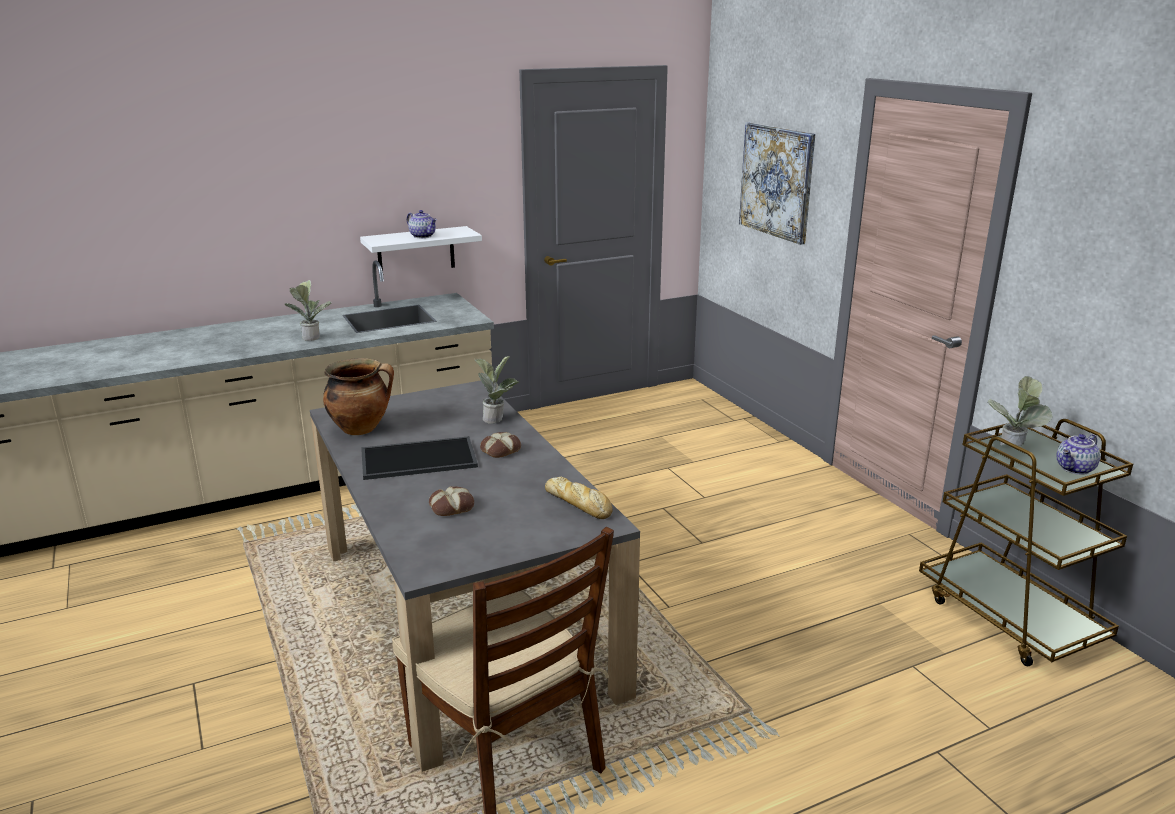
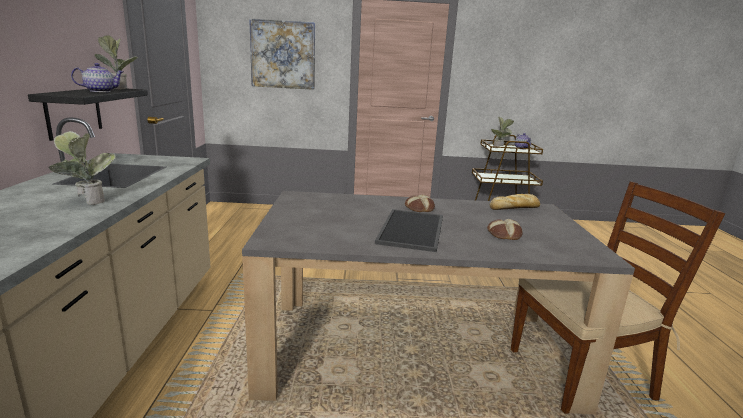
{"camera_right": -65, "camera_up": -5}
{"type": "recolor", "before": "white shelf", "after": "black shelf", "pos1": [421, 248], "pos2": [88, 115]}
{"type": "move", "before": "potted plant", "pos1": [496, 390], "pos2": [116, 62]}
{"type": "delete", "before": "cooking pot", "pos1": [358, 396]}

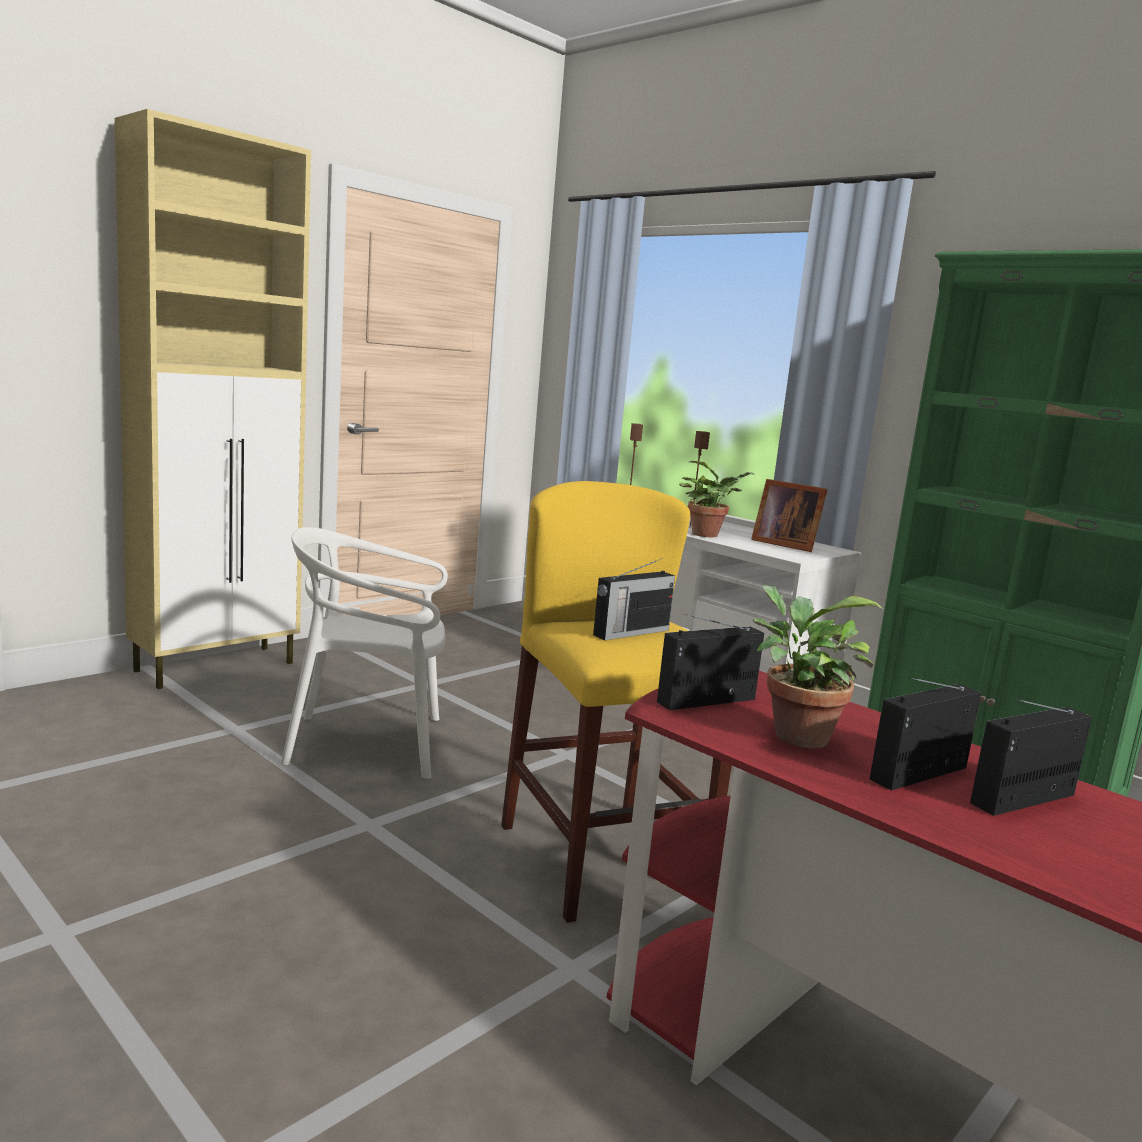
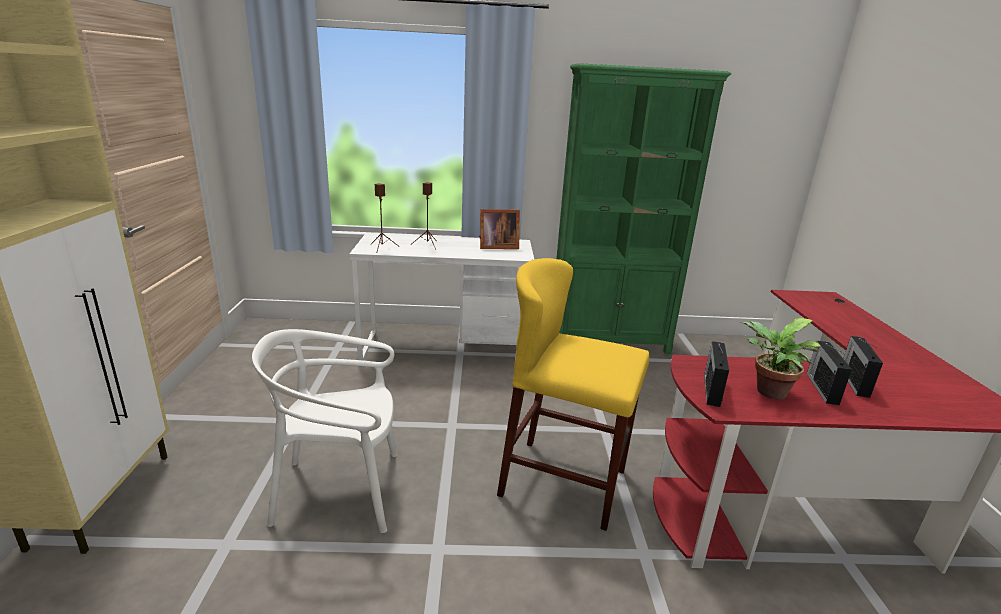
{"camera_right": -45, "camera_up": 10}
{"type": "rotate", "before": "white chair", "pos1": [364, 653], "pos2": [324, 431], "turn": 45}
{"type": "delete", "before": "radio", "pos1": [634, 599]}
{"type": "delete", "before": "potted plant", "pos1": [717, 499]}

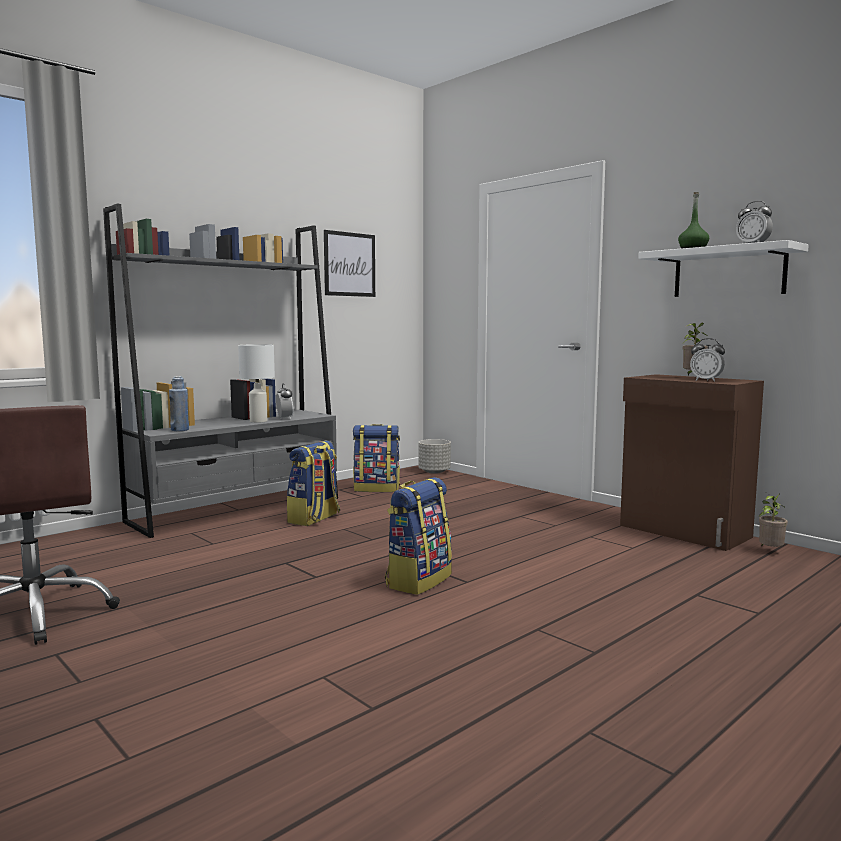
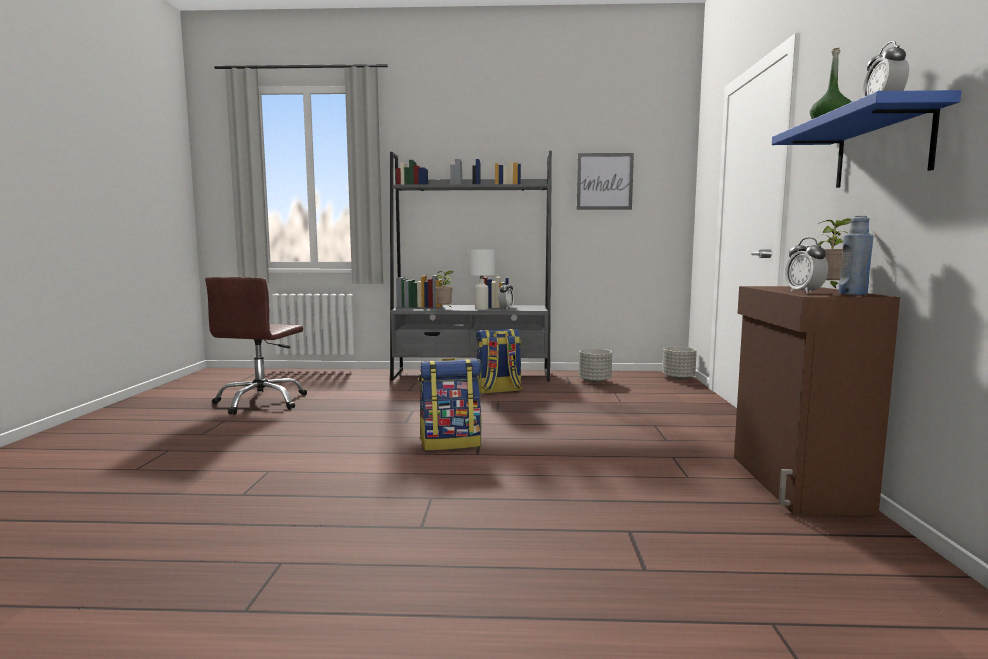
{"camera_right": 45, "camera_up": 0}
{"type": "move", "before": "potted plant", "pos1": [773, 520], "pos2": [445, 289]}
{"type": "replace", "before": "backpack", "after": "grey planter", "pos1": [376, 458], "pos2": [595, 366]}
{"type": "recolor", "before": "white shelf", "after": "blue shelf", "pos1": [723, 268], "pos2": [866, 139]}
{"type": "move", "before": "blue bottle", "pos1": [179, 403], "pos2": [856, 255]}

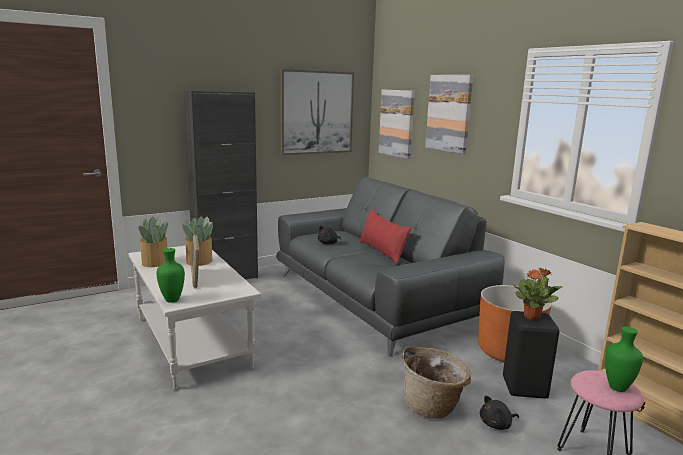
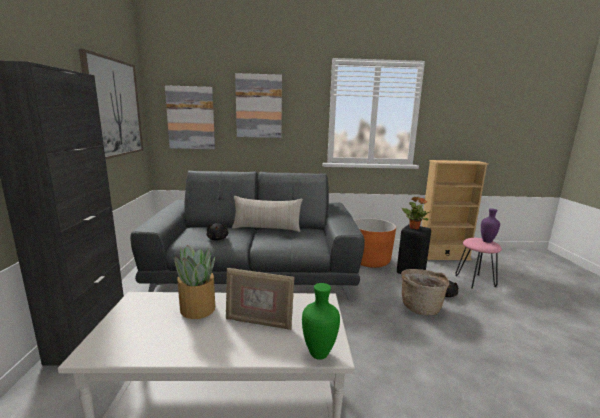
{"camera_right": -60, "camera_up": 0}
{"type": "recolor", "before": "red pillow", "after": "beige pillow", "pos1": [385, 236], "pos2": [267, 214]}
{"type": "recolor", "before": "green vase", "after": "purple vase", "pos1": [624, 359], "pos2": [490, 226]}
{"type": "delete", "before": "potted plant", "pos1": [153, 242]}

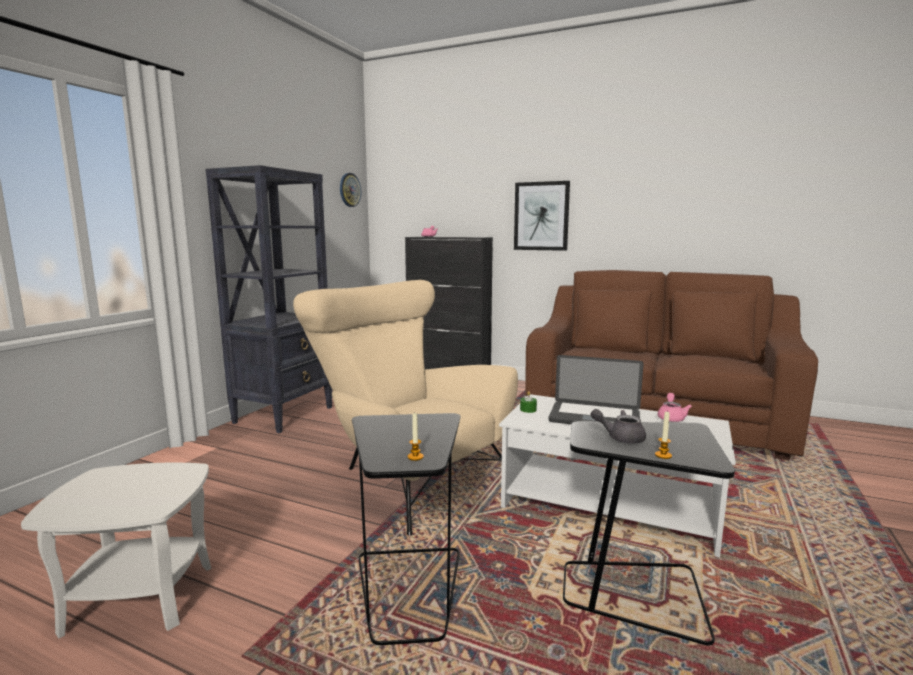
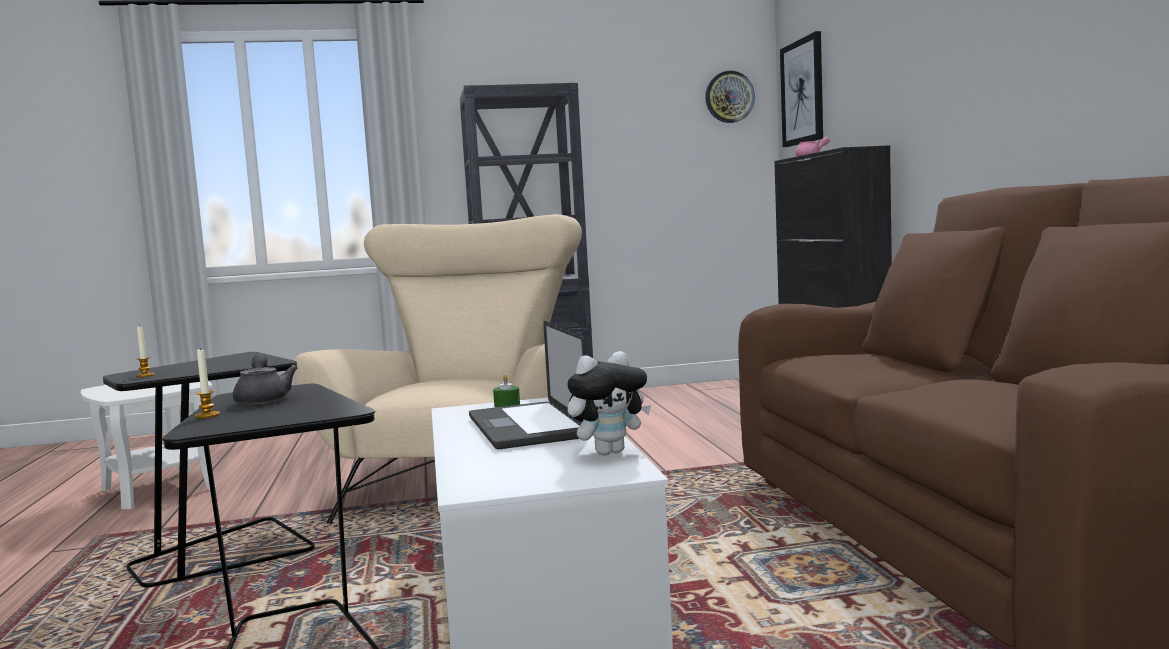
{"camera_right": 55, "camera_up": -5}
{"type": "replace", "before": "pink teapot", "after": "plush toy", "pos1": [675, 407], "pos2": [609, 403]}
{"type": "move", "before": "picture", "pos1": [542, 216], "pos2": [801, 89]}

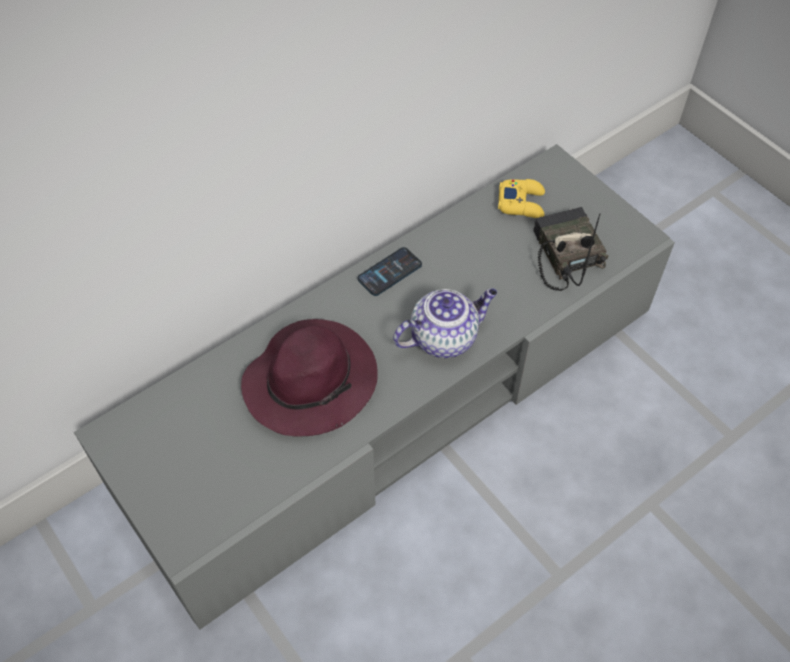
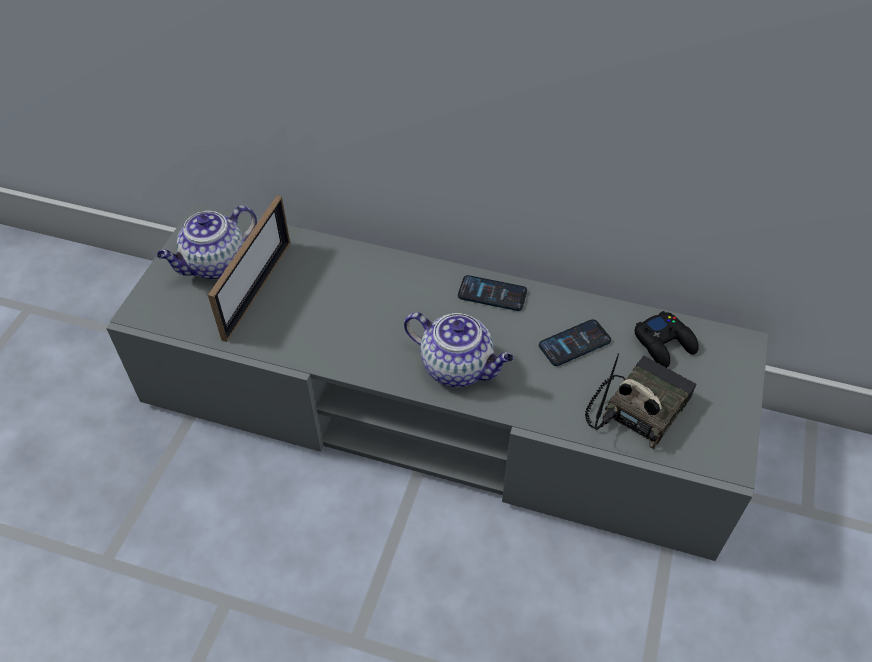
{"camera_right": 55, "camera_up": -5}
{"type": "insert", "after": "teapot", "pos2": [207, 242]}
{"type": "insert", "after": "picture frame", "pos2": [249, 268]}
{"type": "insert", "after": "phone", "pos2": [575, 342]}
{"type": "recolor", "before": "yellow game controller", "after": "black game controller", "pos1": [521, 198], "pos2": [667, 339]}
{"type": "delete", "before": "purple hat", "pos1": [309, 378]}

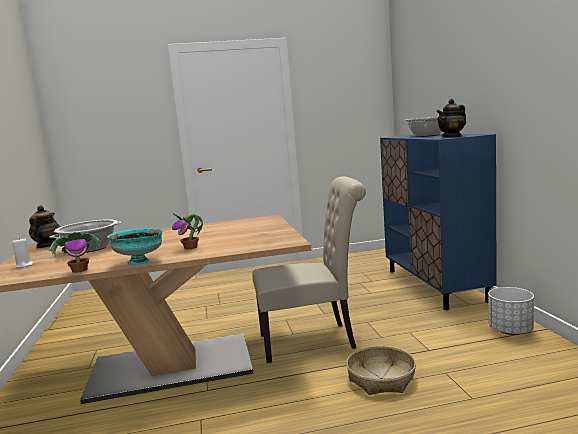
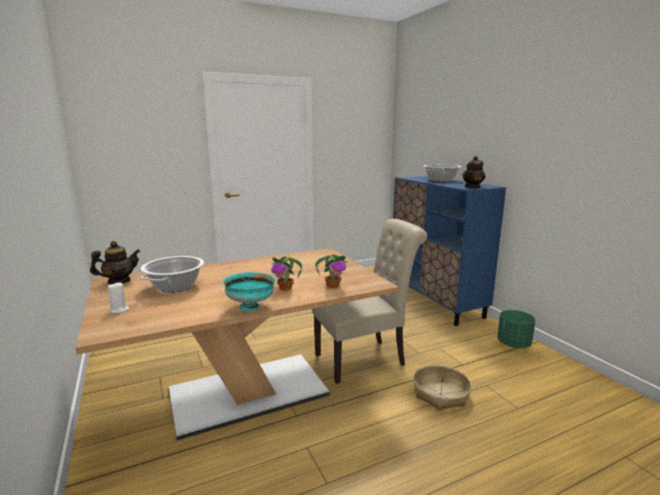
{"camera_right": -15, "camera_up": 5}
{"type": "rotate", "before": "teapot", "pos1": [44, 226], "pos2": [115, 262], "turn": 75}
{"type": "move", "before": "potted plant", "pos1": [75, 252], "pos2": [331, 271]}
{"type": "recolor", "before": "white planter", "after": "green planter", "pos1": [511, 311], "pos2": [516, 329]}

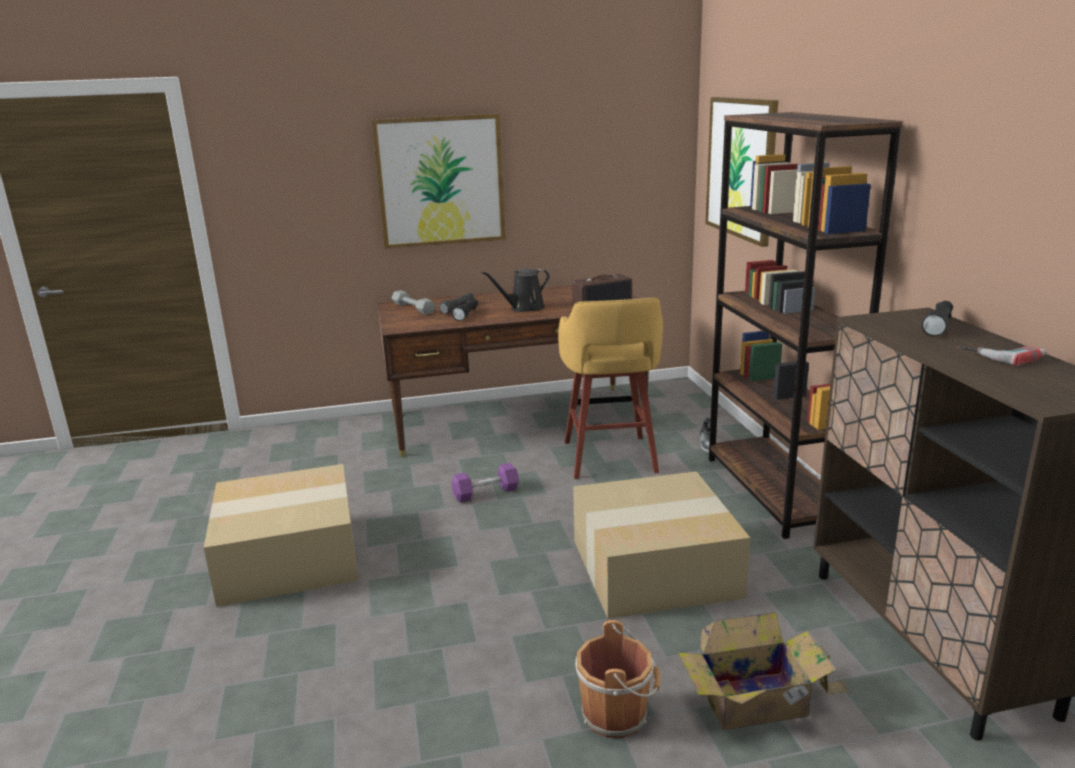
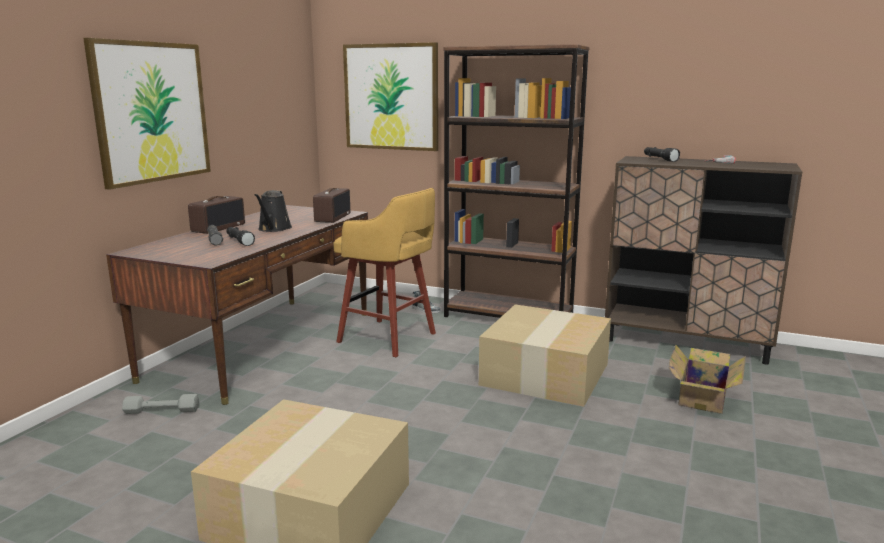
{"camera_right": -55, "camera_up": -5}
{"type": "move", "before": "grey dumbbell", "pos1": [413, 302], "pos2": [160, 404]}
{"type": "insert", "after": "radio", "pos2": [216, 215]}
{"type": "delete", "before": "purple dumbbell", "pos1": [485, 483]}
{"type": "delete", "before": "brown bucket", "pos1": [617, 679]}

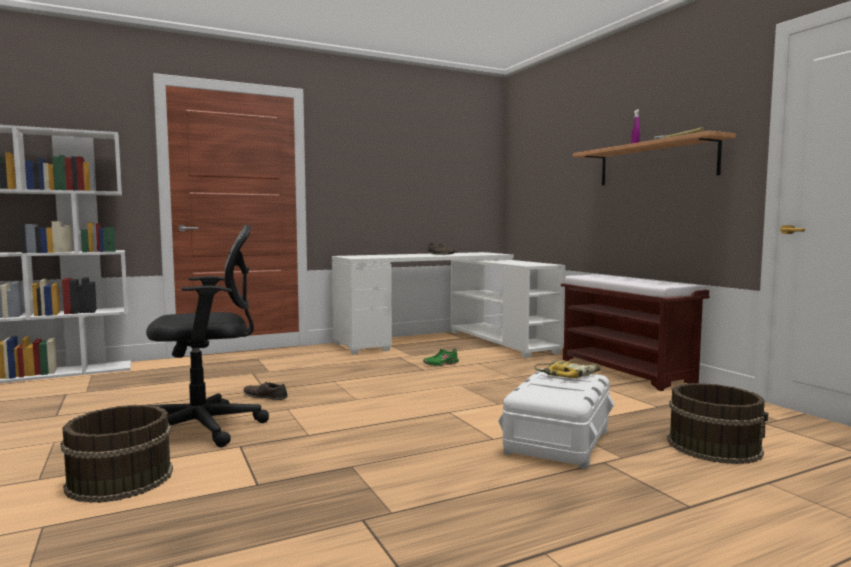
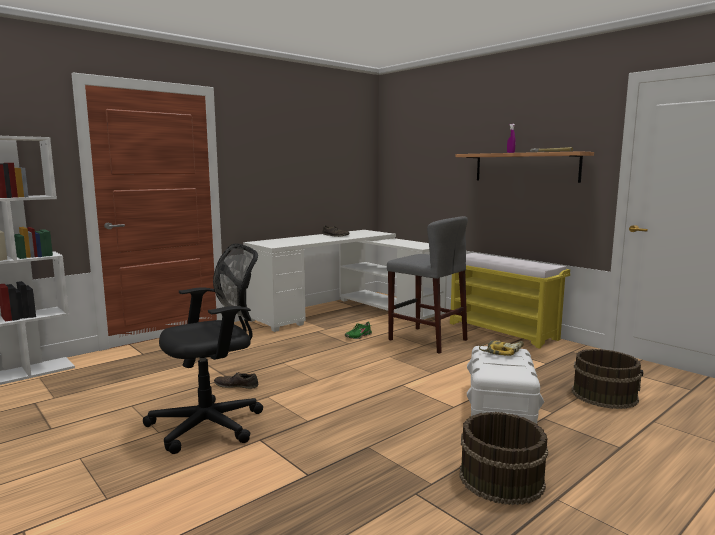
{"camera_right": -15, "camera_up": 5}
{"type": "insert", "after": "grey stool", "pos2": [427, 285]}
{"type": "recolor", "before": "brown bench", "after": "yellow bench", "pos1": [635, 332], "pos2": [510, 301]}
{"type": "move", "before": "brown bucket", "pos1": [117, 454], "pos2": [503, 458]}

